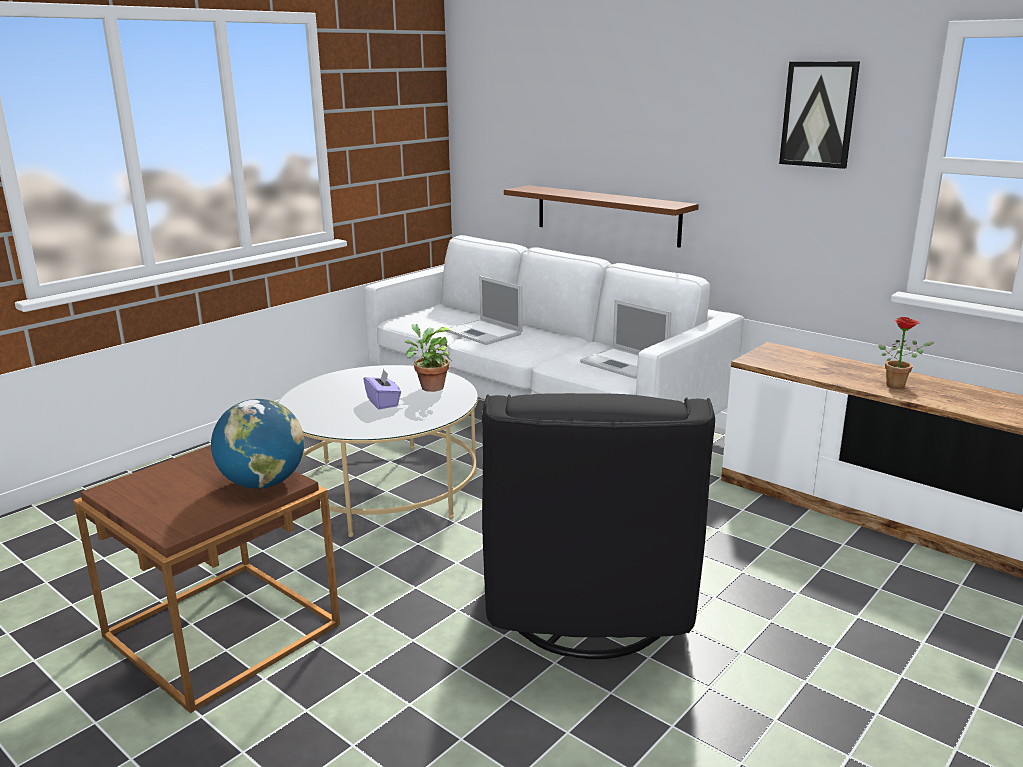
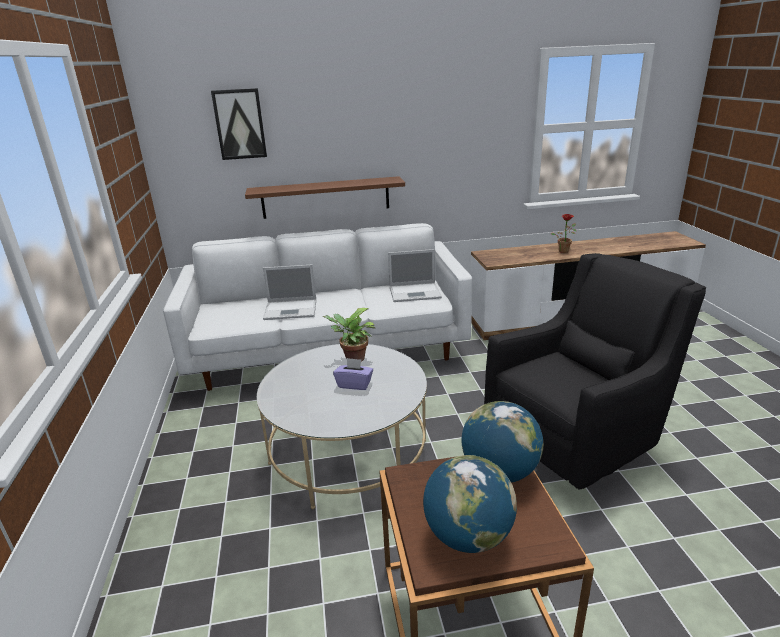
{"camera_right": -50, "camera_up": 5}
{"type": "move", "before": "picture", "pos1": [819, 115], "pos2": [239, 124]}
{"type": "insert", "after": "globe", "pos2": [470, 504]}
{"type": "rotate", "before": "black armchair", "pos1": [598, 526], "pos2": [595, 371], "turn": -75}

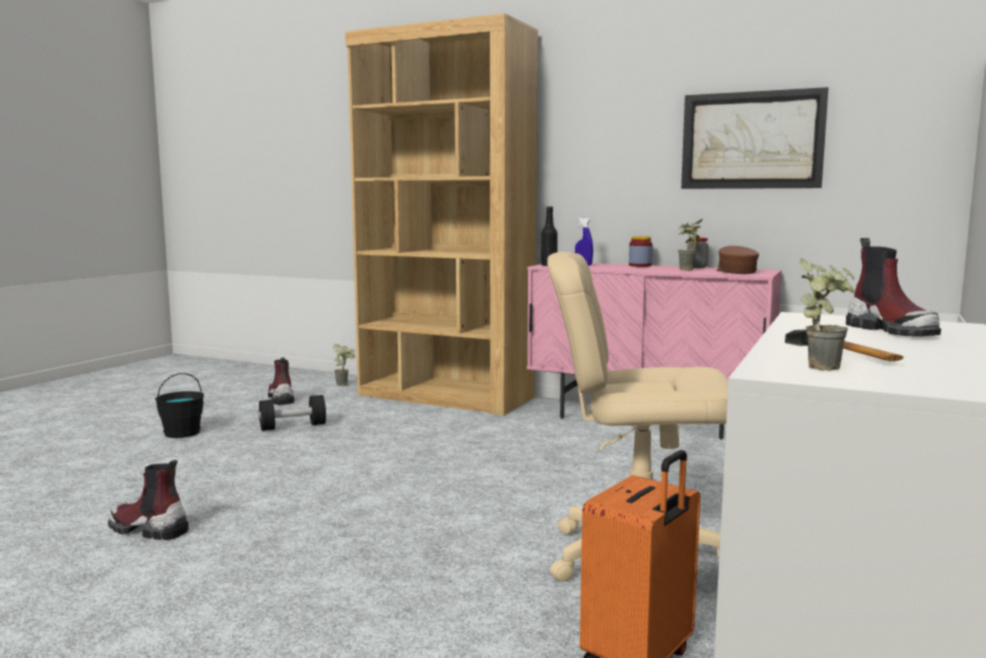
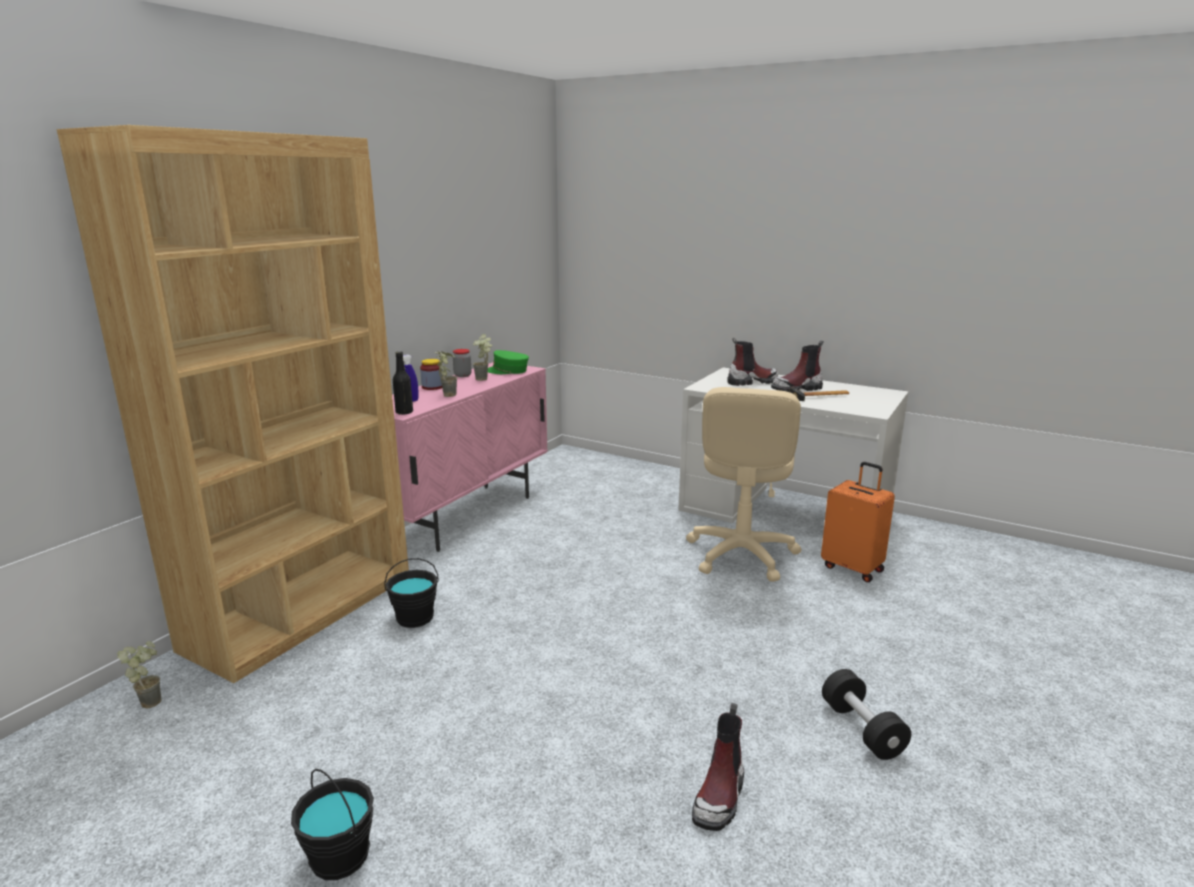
{"camera_right": -85, "camera_up": 10}
{"type": "insert", "after": "black bucket", "pos2": [411, 593]}
{"type": "move", "before": "potted plant", "pos1": [827, 314], "pos2": [445, 374]}
{"type": "recolor", "before": "brown cap", "after": "green cap", "pos1": [737, 260], "pos2": [508, 362]}
{"type": "move", "before": "boot", "pos1": [281, 381], "pos2": [797, 366]}
{"type": "move", "before": "black dumbbell", "pos1": [292, 413], "pos2": [866, 714]}
{"type": "delete", "before": "picture", "pos1": [755, 138]}

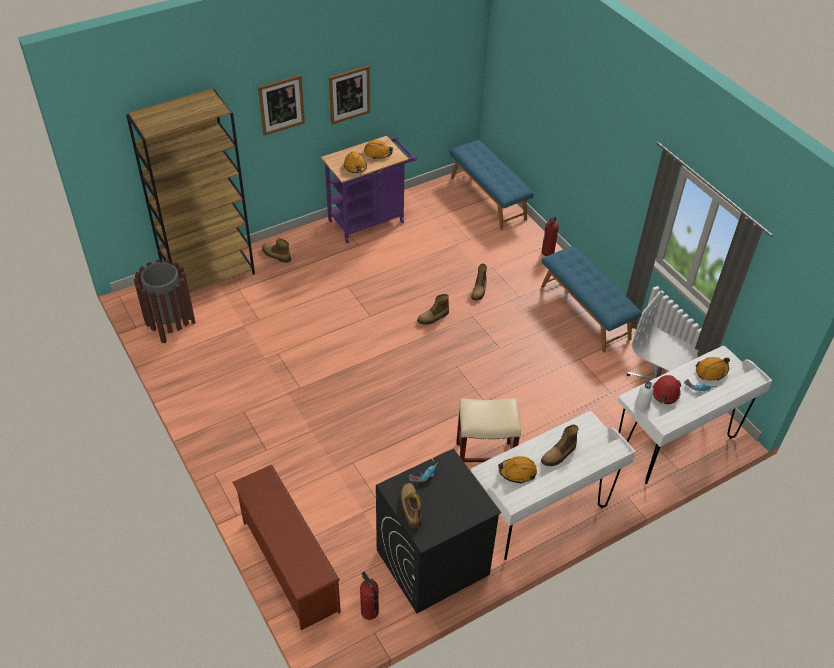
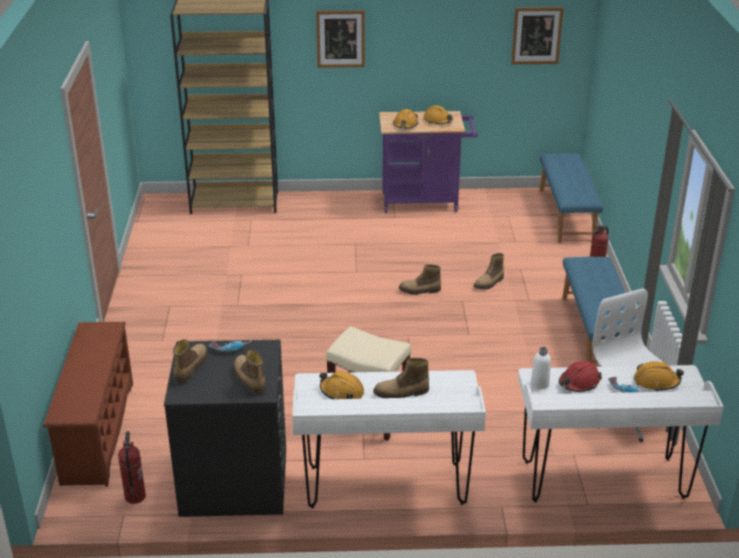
{"camera_right": 30, "camera_up": -15}
{"type": "move", "before": "boot", "pos1": [276, 250], "pos2": [250, 372]}
{"type": "move", "before": "picture", "pos1": [349, 95], "pos2": [537, 35]}
{"type": "delete", "before": "brown trash can", "pos1": [164, 301]}

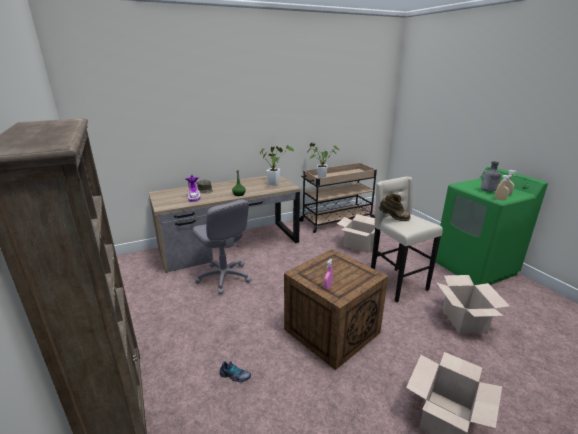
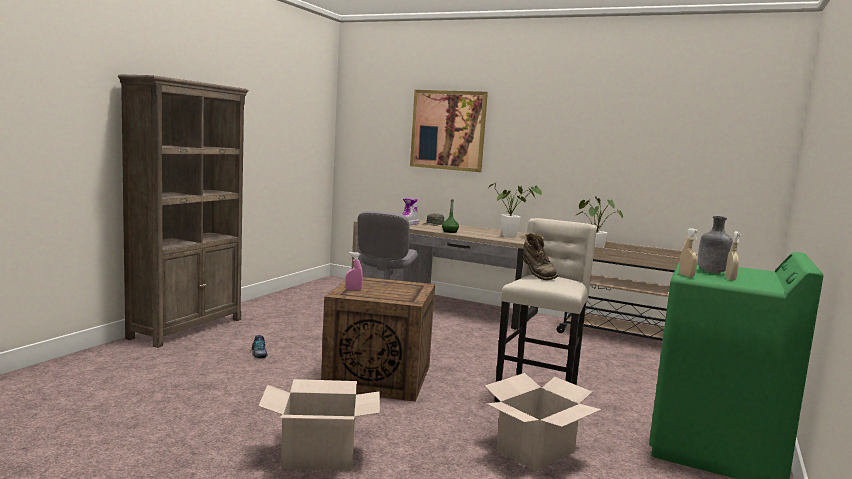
{"camera_right": 50, "camera_up": -15}
{"type": "insert", "after": "picture", "pos2": [449, 131]}
{"type": "delete", "before": "cardboard box", "pos1": [359, 233]}

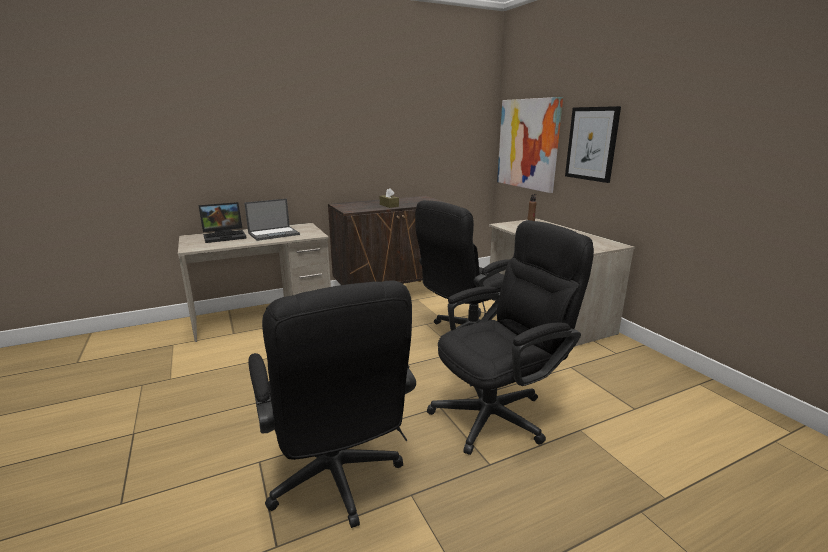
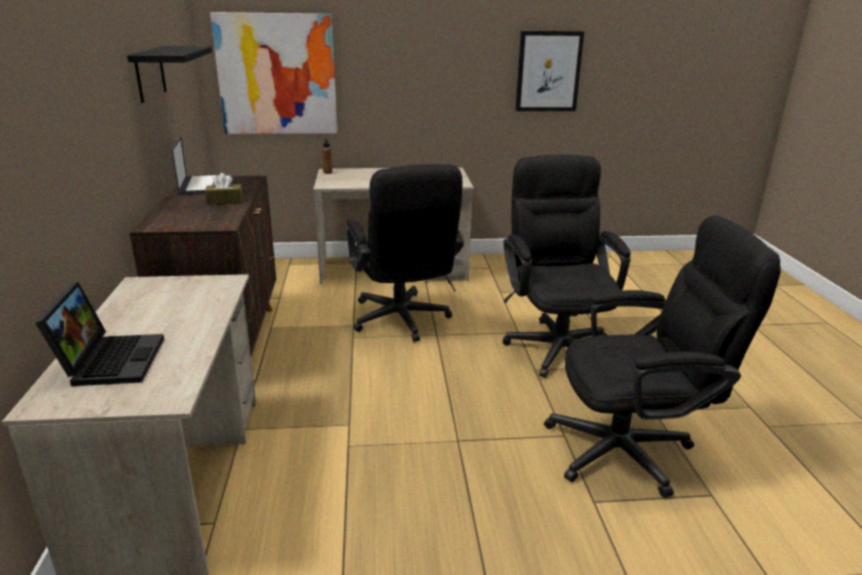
{"camera_right": -70, "camera_up": 5}
{"type": "insert", "after": "black shelf", "pos2": [169, 74]}
{"type": "move", "before": "laptop", "pos1": [272, 220], "pos2": [202, 165]}
{"type": "move", "before": "picture", "pos1": [593, 144], "pos2": [549, 71]}

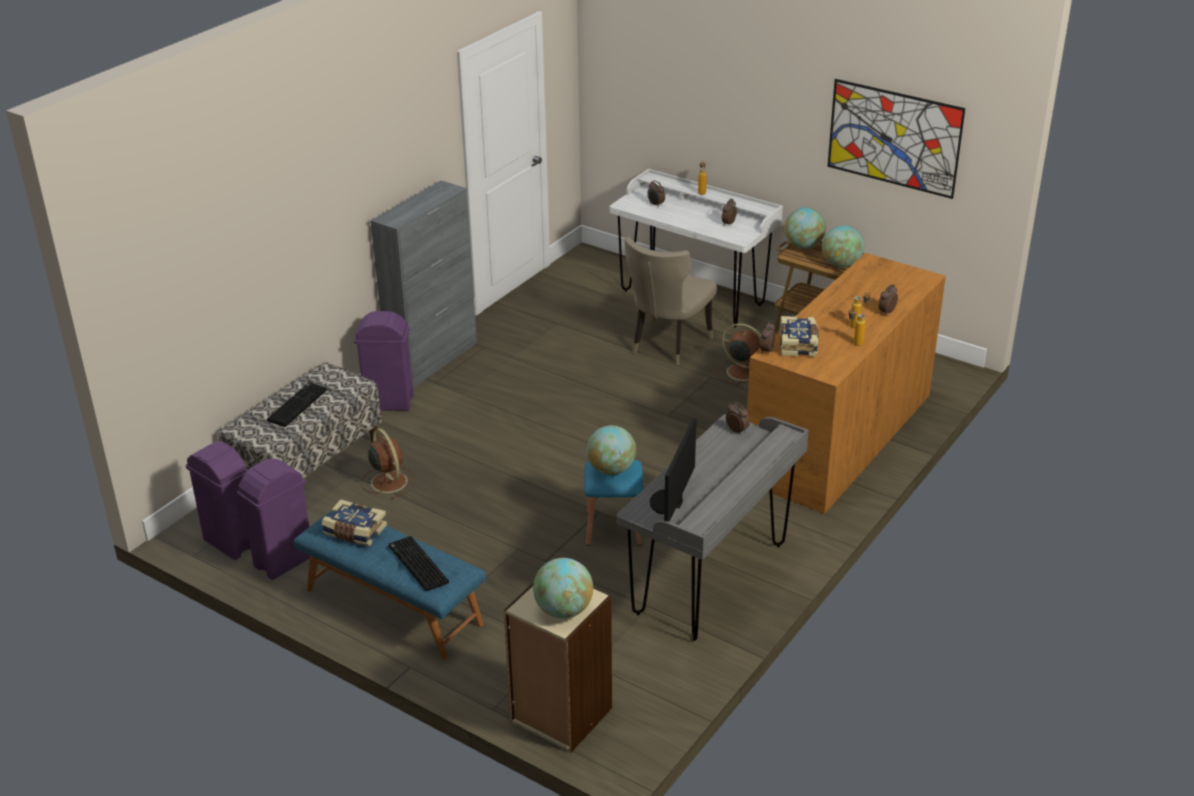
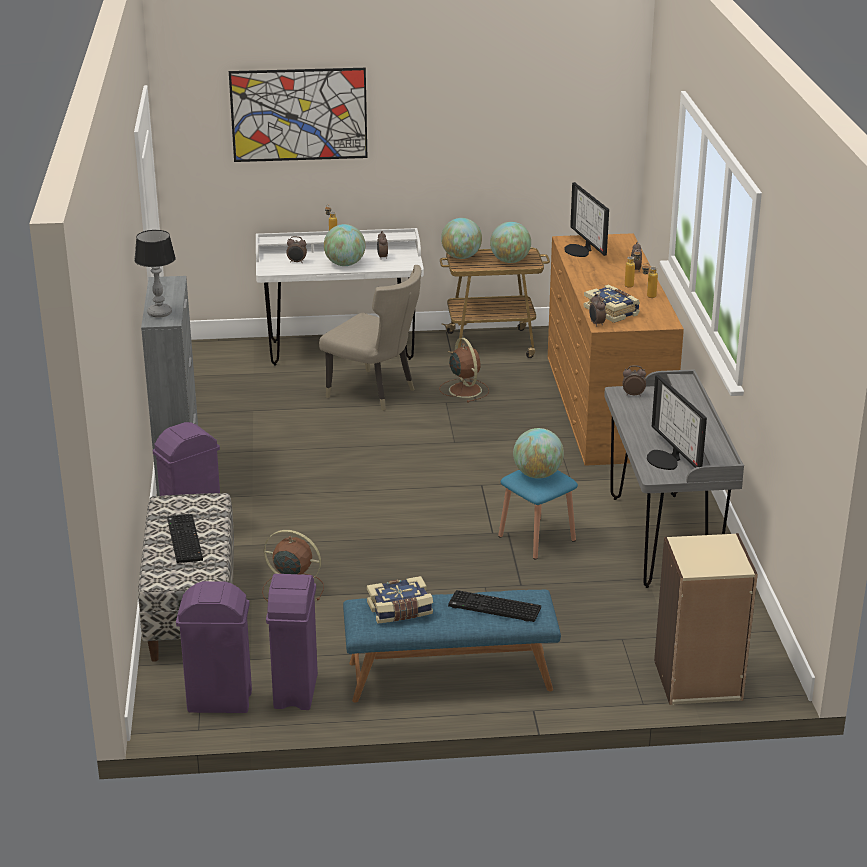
{"camera_right": -40, "camera_up": -5}
{"type": "insert", "after": "table lamp", "pos2": [155, 274]}
{"type": "move", "before": "picture", "pos1": [896, 139], "pos2": [298, 115]}
{"type": "rotate", "before": "beige chair", "pos1": [671, 301], "pos2": [370, 338], "turn": -45}
{"type": "move", "before": "globe", "pos1": [563, 588], "pos2": [345, 245]}
{"type": "rotate", "before": "brown fan", "pos1": [739, 353], "pos2": [464, 370], "turn": 75}
{"type": "insert", "after": "monitor", "pos2": [586, 219]}

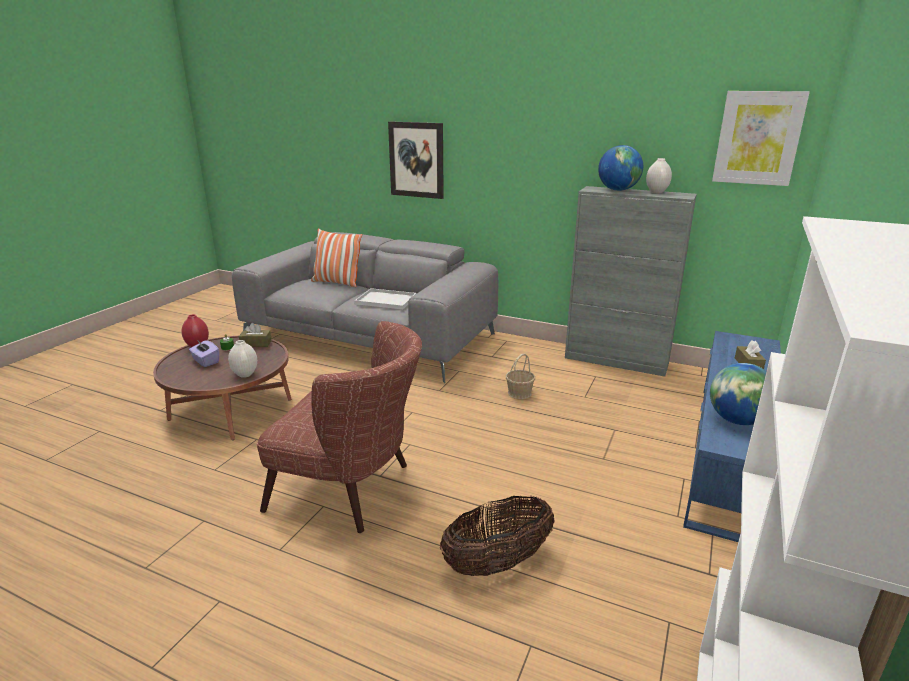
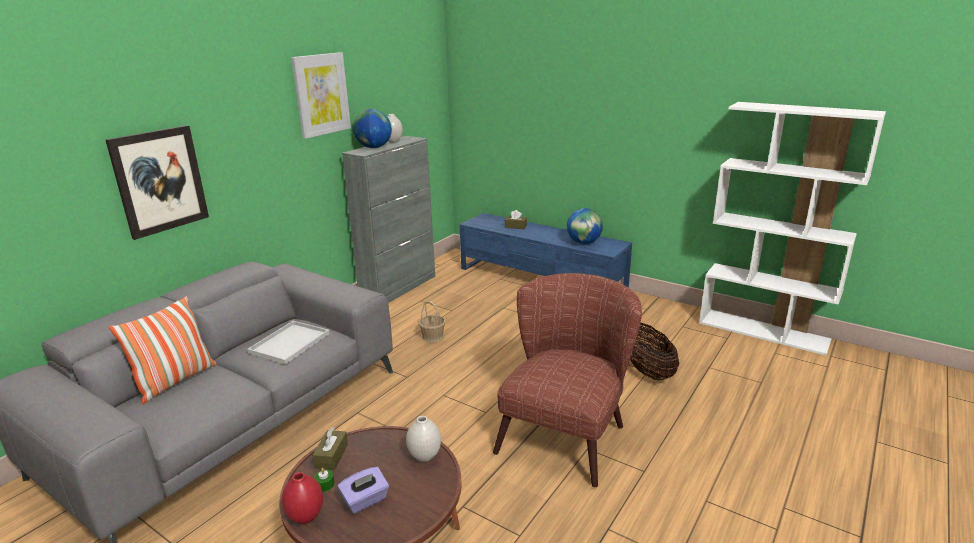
{"camera_right": -80, "camera_up": 0}
{"type": "move", "before": "picture", "pos1": [761, 138], "pos2": [321, 95]}

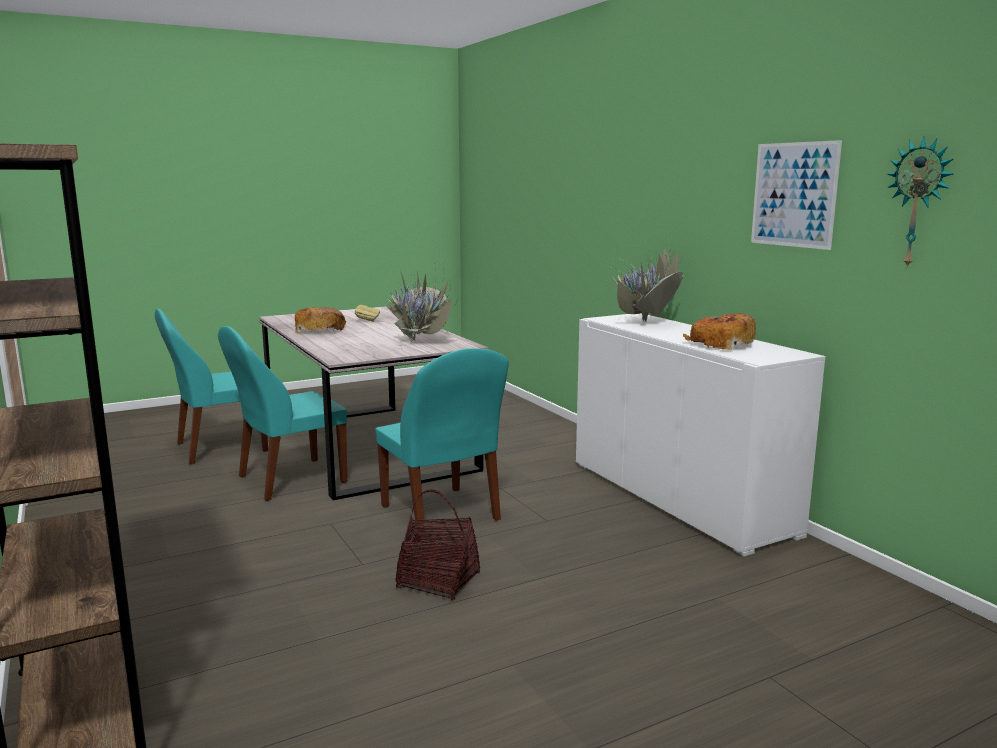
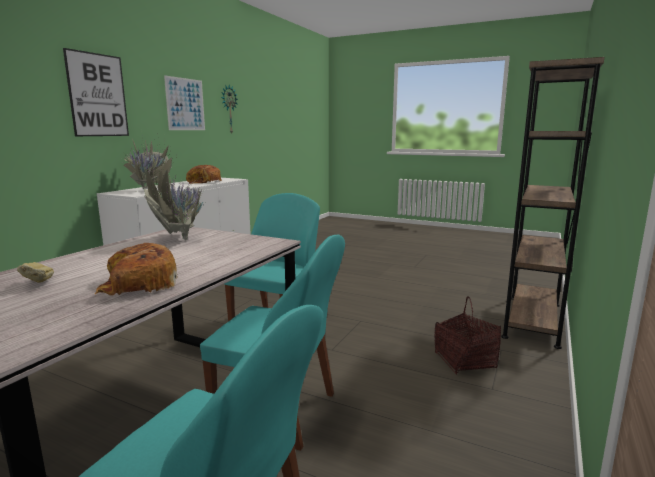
{"camera_right": -125, "camera_up": 0}
{"type": "insert", "after": "picture", "pos2": [96, 92]}
{"type": "move", "before": "basket", "pos1": [437, 545], "pos2": [467, 335]}

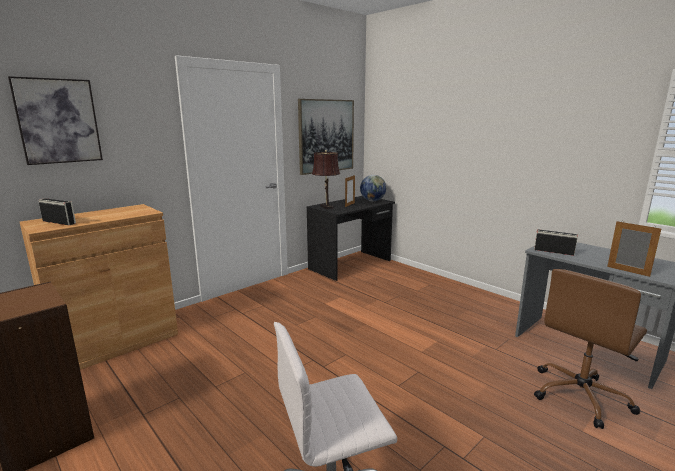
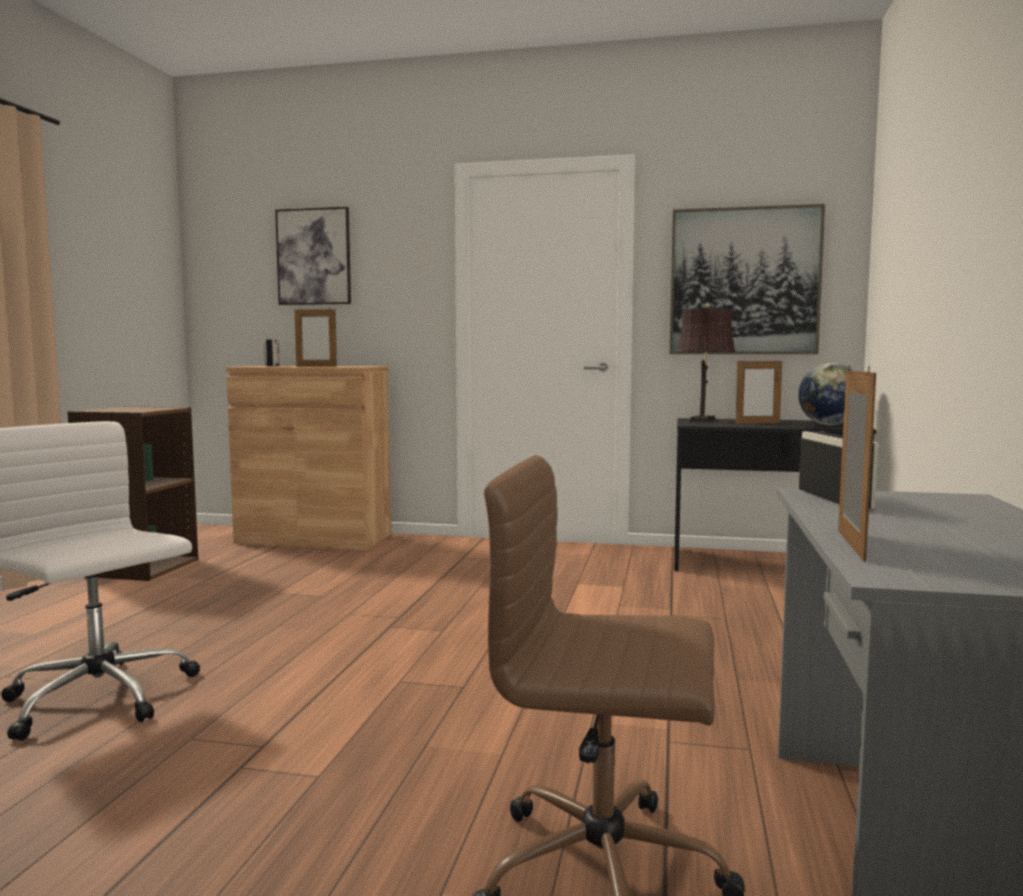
{"camera_right": 55, "camera_up": -10}
{"type": "insert", "after": "picture frame", "pos2": [316, 337]}

